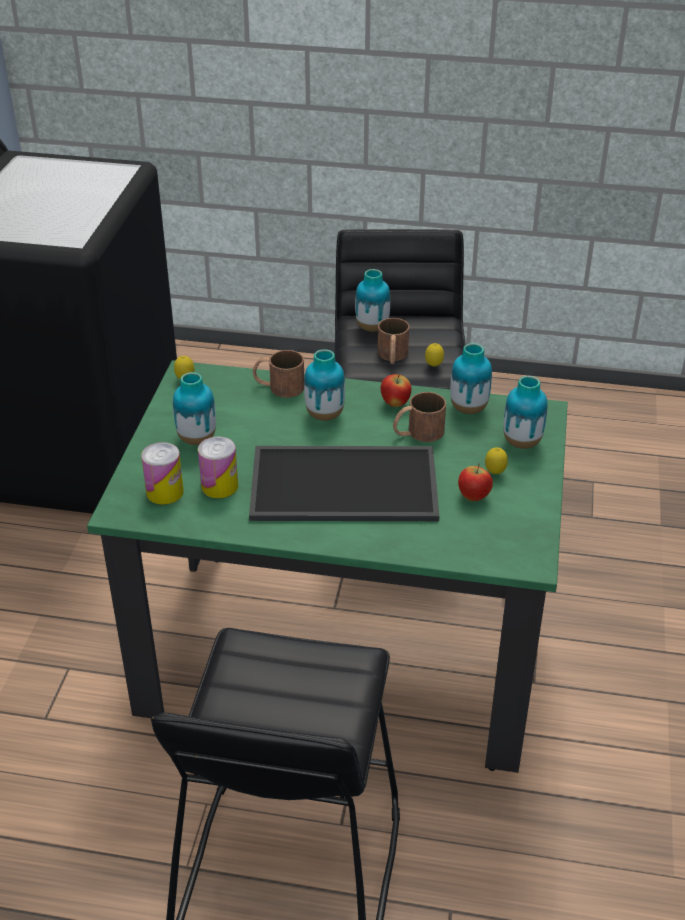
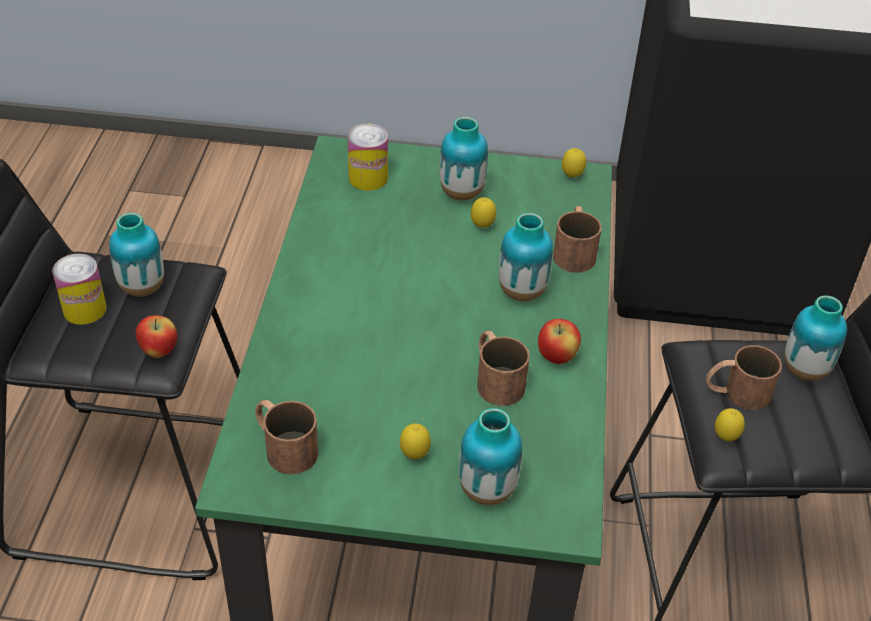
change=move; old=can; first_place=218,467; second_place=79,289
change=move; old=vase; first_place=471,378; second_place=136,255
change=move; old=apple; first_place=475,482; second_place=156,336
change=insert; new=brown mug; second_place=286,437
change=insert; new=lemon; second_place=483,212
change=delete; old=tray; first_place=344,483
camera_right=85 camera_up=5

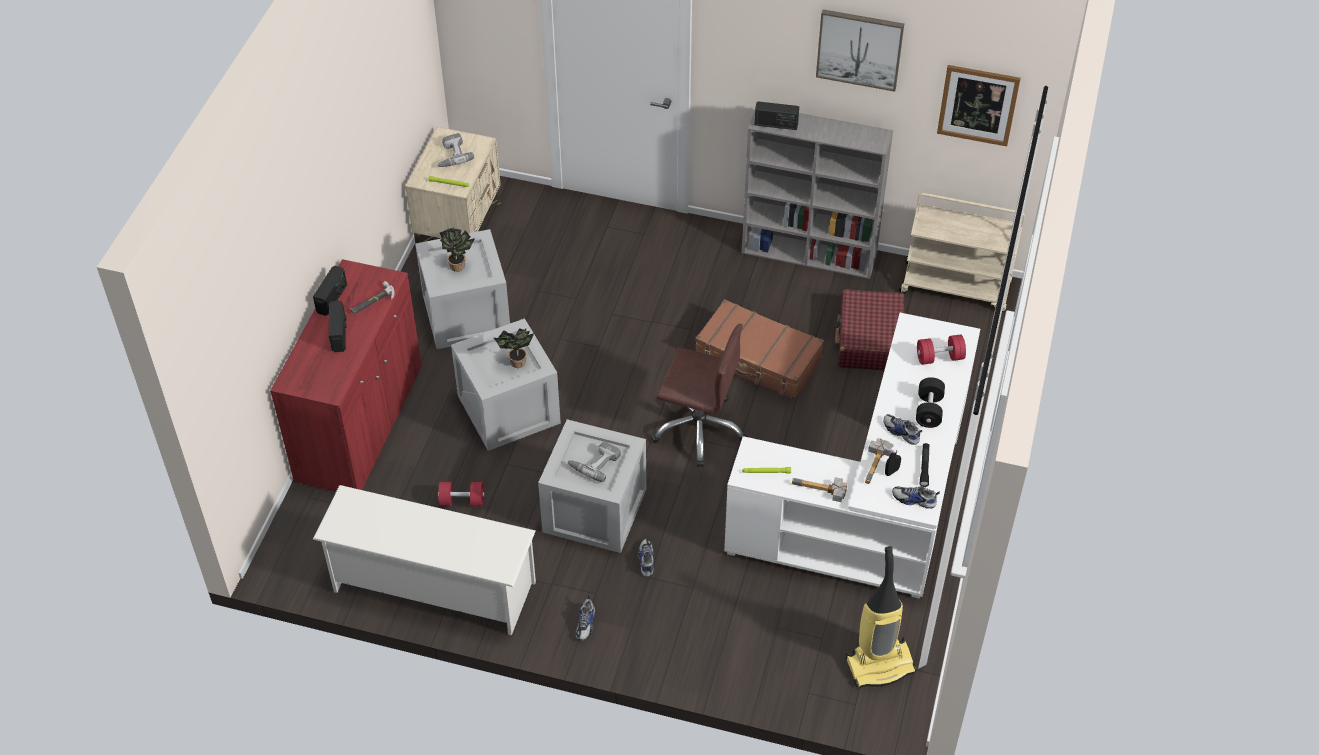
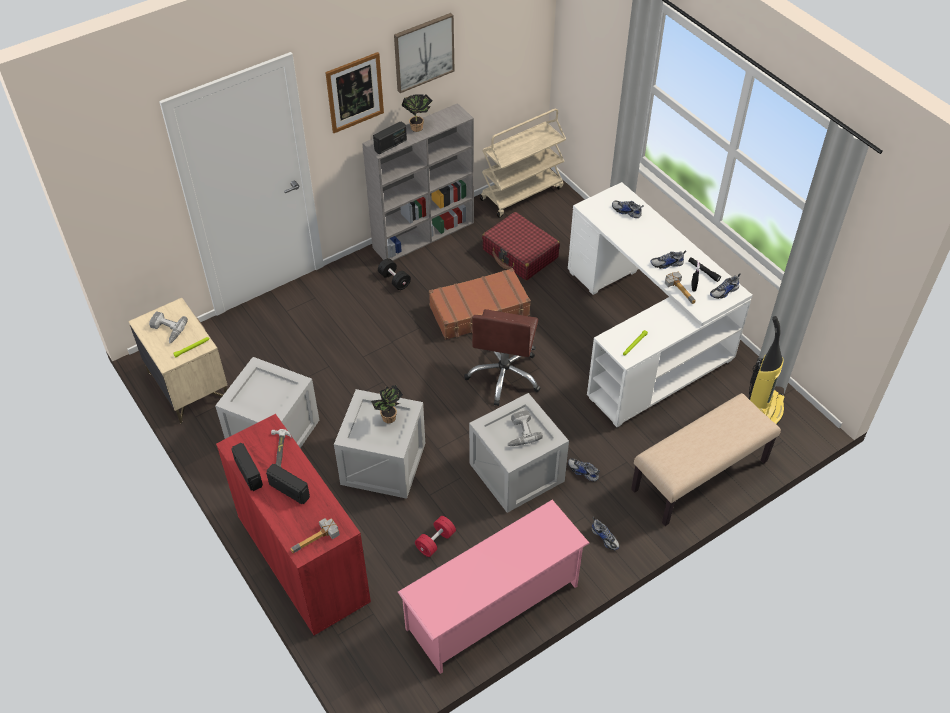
change=move; old=hammer; first_place=819,489; second_place=315,535
change=move; old=picture; first_place=979,105; second_place=354,92
change=move; old=black dumbbell; first_place=930,402; second_place=394,274
change=recolor; old=white shoe rack; new=pink shoe rack; first_place=424,560; second_place=493,587
change=move; old=potted plant; first_place=457,249; second_place=417,113
change=rotate; old=brown office chair; first_place=699,395; second_place=502,357; degrees=135
change=replace; old=red dumbbell; new=shoe; first_place=941,350; second_place=628,209
change=insert; new=beige bench; second_place=706,459
camera_right=-50 camera_up=0

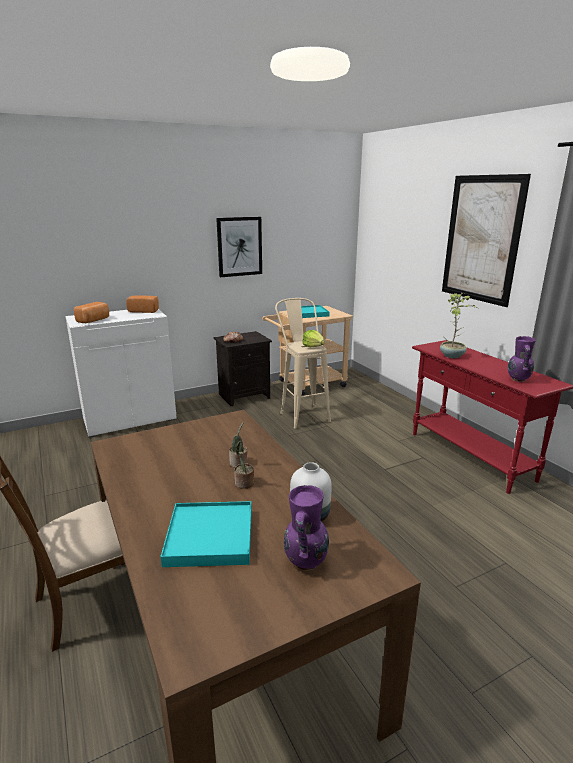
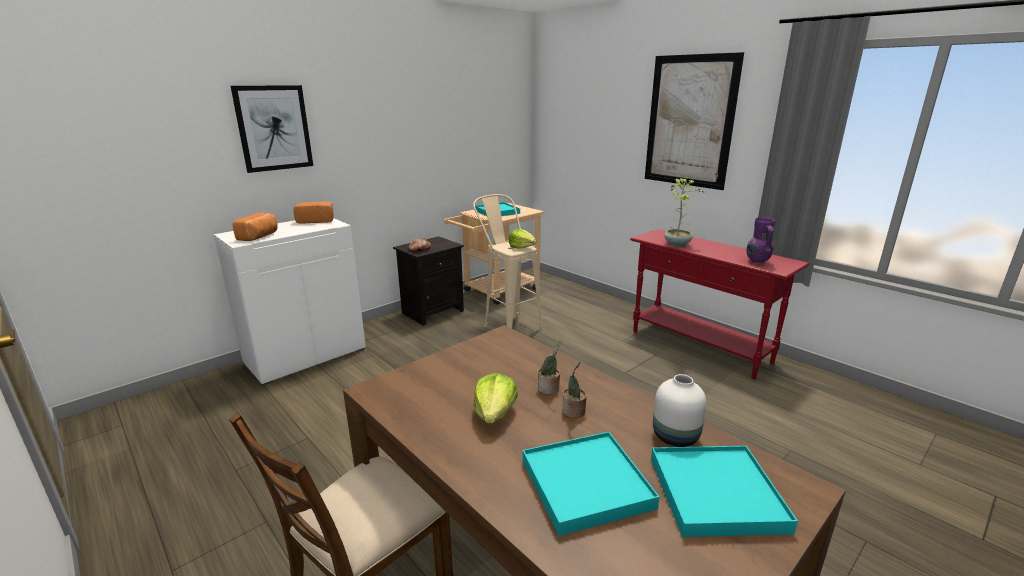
change=move; old=picture; first_place=239,247; second_place=272,129
change=insert; new=lettuce; second_place=495,398
change=replace; old=purple vase; new=turquoise tray; first_place=306,528; second_place=724,491
camera_right=-15 camera_up=0

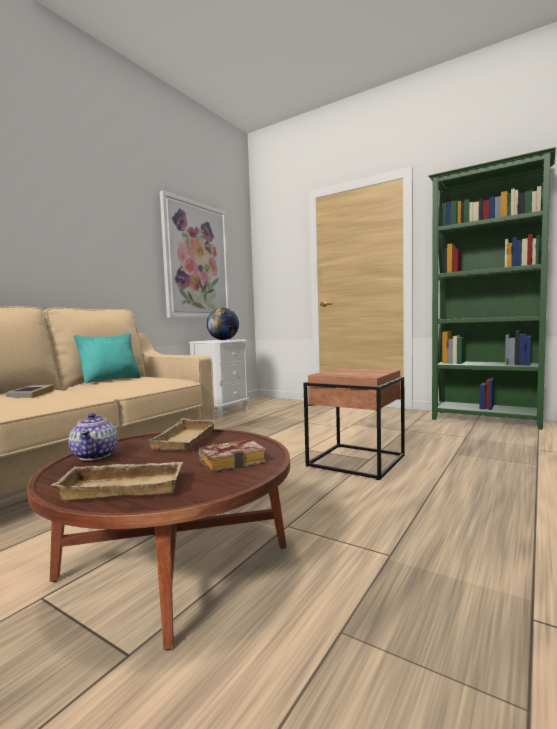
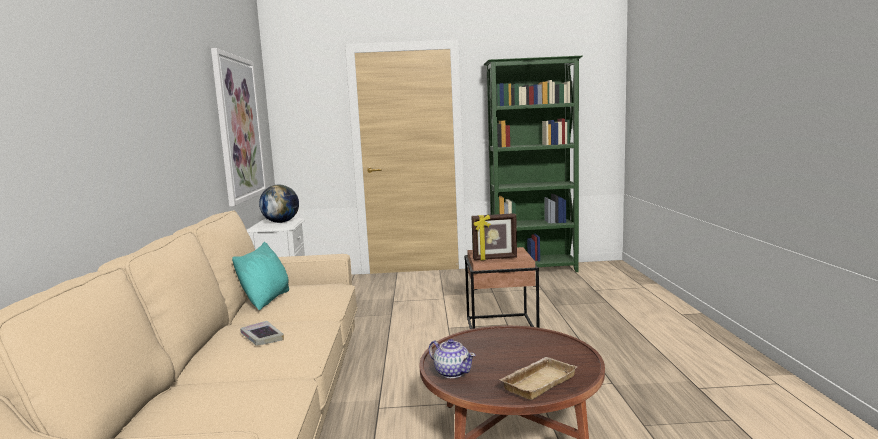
change=insert; new=picture frame; second_place=494,237
change=delete; old=beige tray; first_place=183,434
change=delete; old=book; first_place=232,456
camera_right=-35 camera_up=5

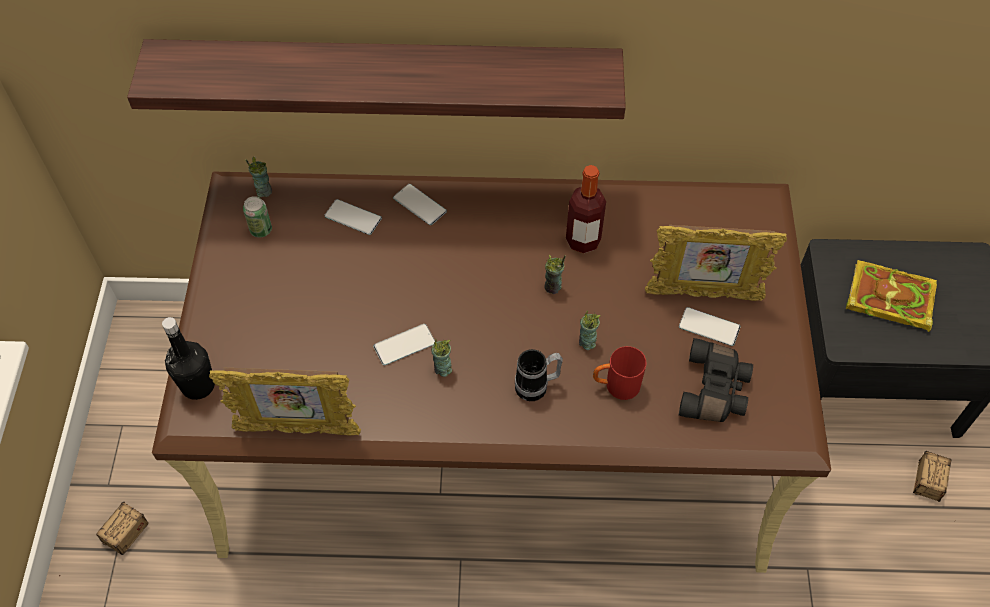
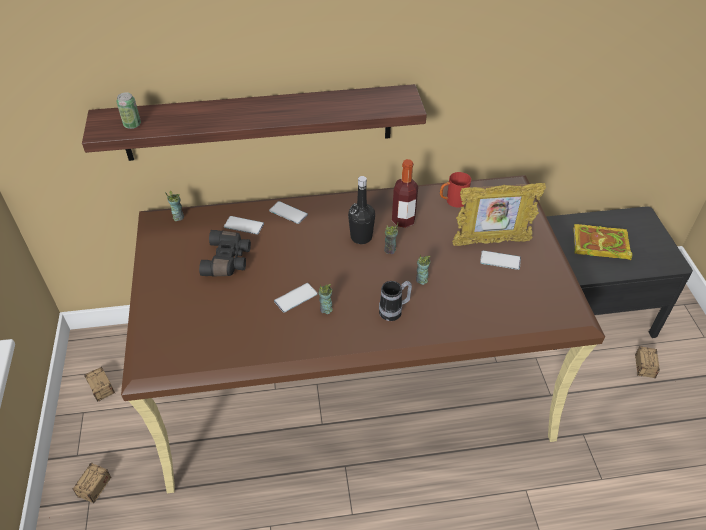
change=insert; new=storage box; second_place=99,384
change=move; old=can; first_place=257,217; second_place=128,110
change=move; old=black binoculars; first_place=716,380; second_place=225,253
change=move; old=black bottle; first_place=188,358; second_place=361,210
change=move; old=red mug; first_place=620,373; second_place=455,190
change=delete; old=picture frame; first_place=285,401
camera_right=-10 camera_up=-10

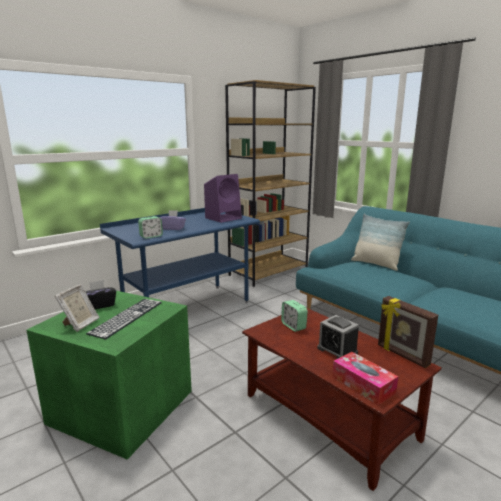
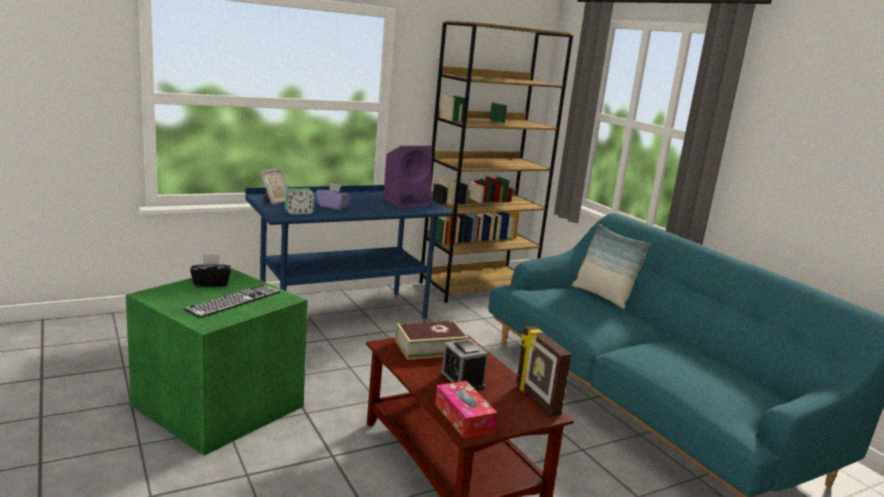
change=move; old=picture frame; first_place=77,308; second_place=274,187
change=replace; old=alarm clock; new=book; first_place=294,316; second_place=432,340
camera_right=10 camera_up=0

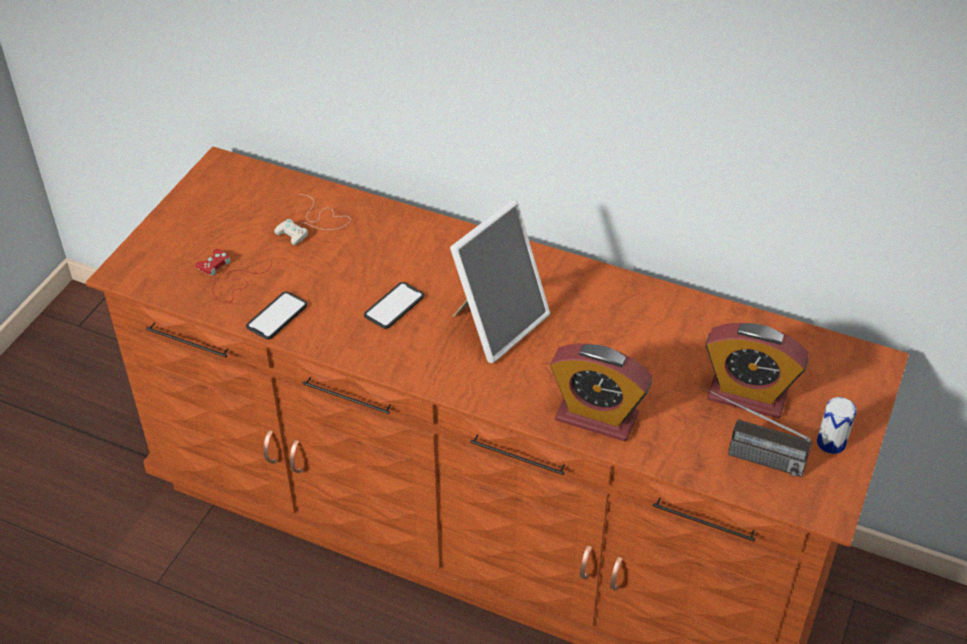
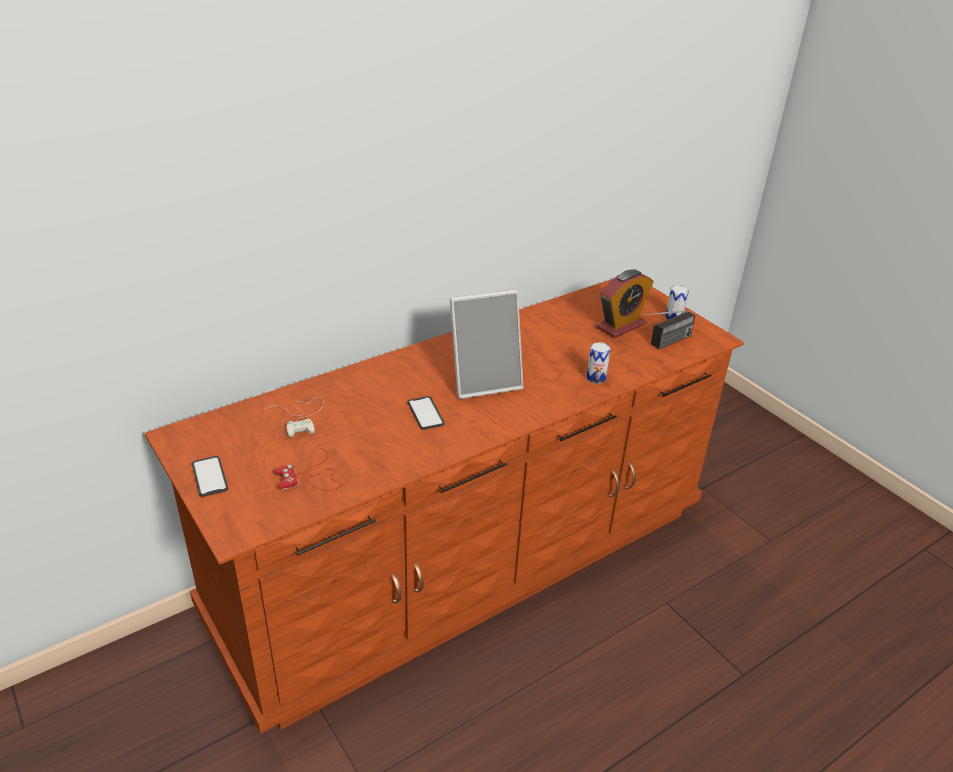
change=move; old=phone; first_place=277,315; second_place=210,476
change=rotate; old=picture frame; first_place=500,281; second_place=486,344; degrees=90
change=replace; old=alarm clock; new=can; first_place=601,392; second_place=598,363
camera_right=-60 camera_up=-10

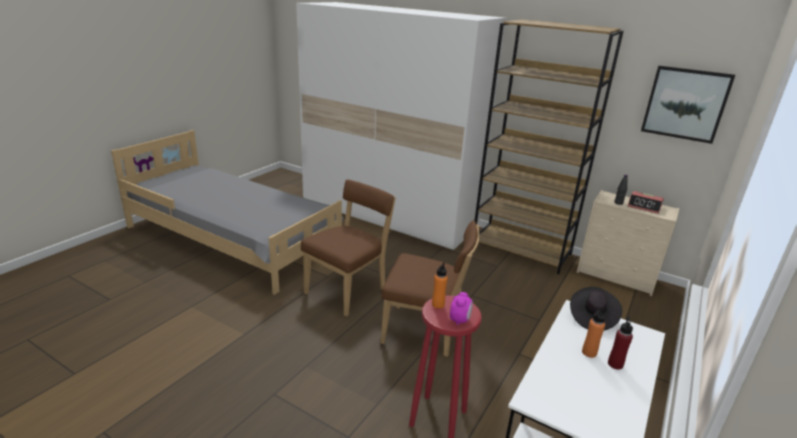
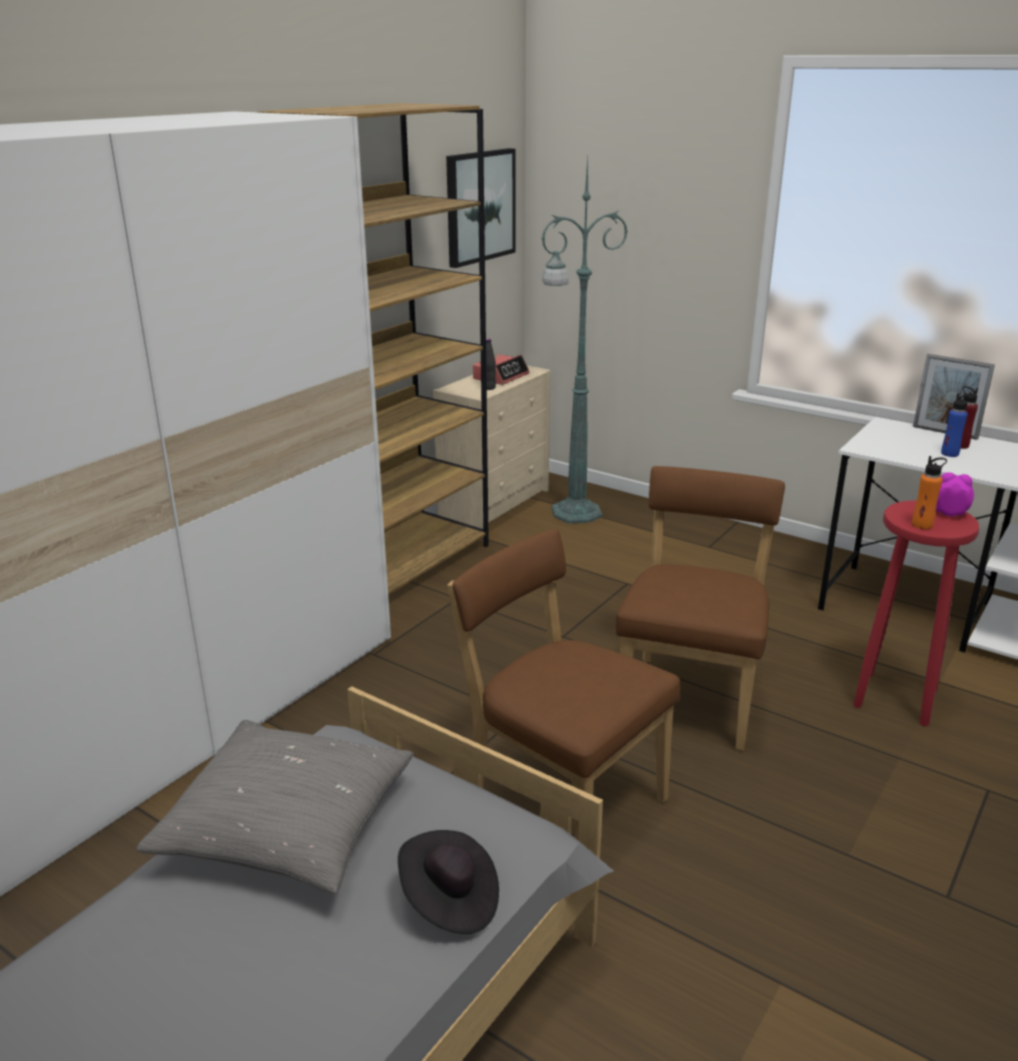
change=insert; new=grey pillow; second_place=275,807
change=move; old=black hat; first_place=596,308; second_place=448,882
change=insert; new=green floor lamp; second_place=584,341
change=insert; new=picture frame; second_place=954,397
change=recolor; old=orange bottle; new=blue bottle; first_place=593,333; second_place=956,425
camera_right=-85 camera_up=0

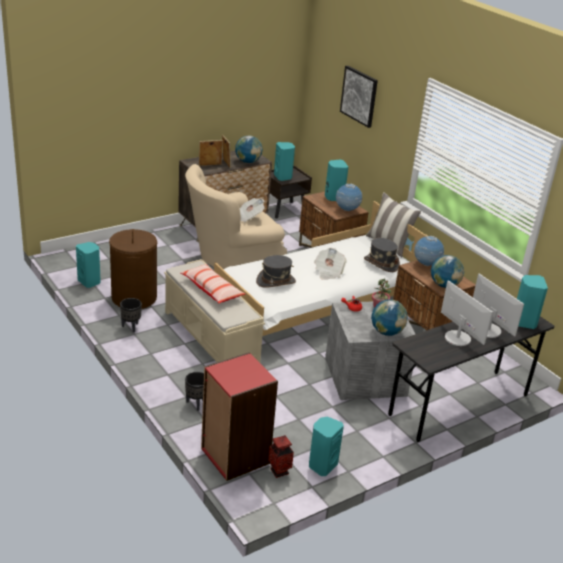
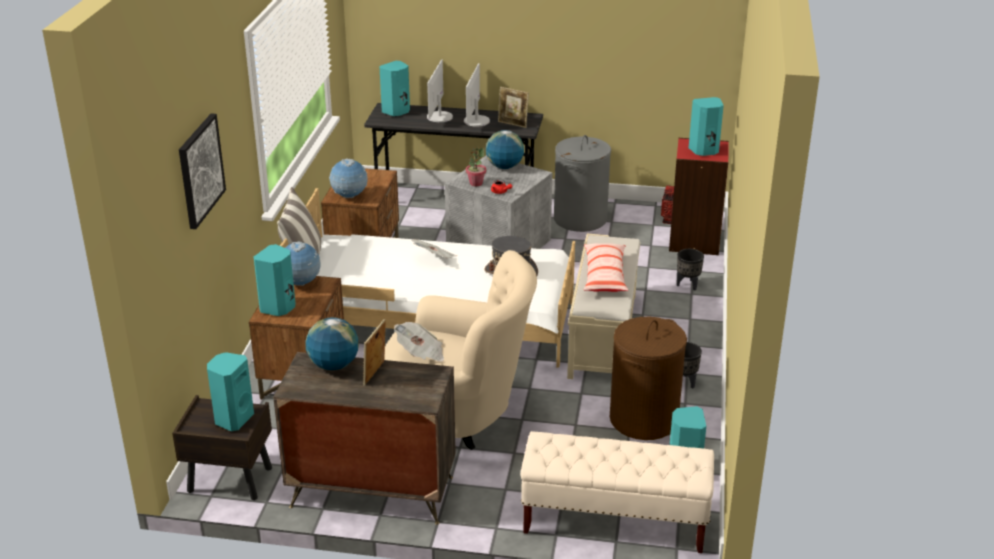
change=move; old=picture frame; first_place=211,153; second_place=513,107
change=insert; new=beige bench; second_place=617,492
change=insert; new=grey laundry basket; second_place=582,183
change=move; old=turquoise speaker; first_place=326,446; second_place=706,126
change=delete; old=grey hat; first_place=382,255
change=delete; old=globe; first_place=447,271
camera_right=-135 camera_up=0

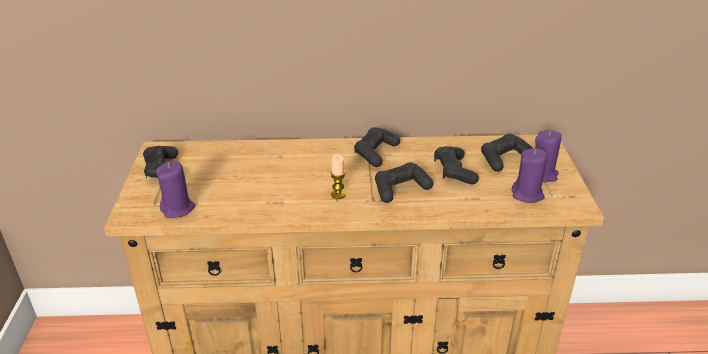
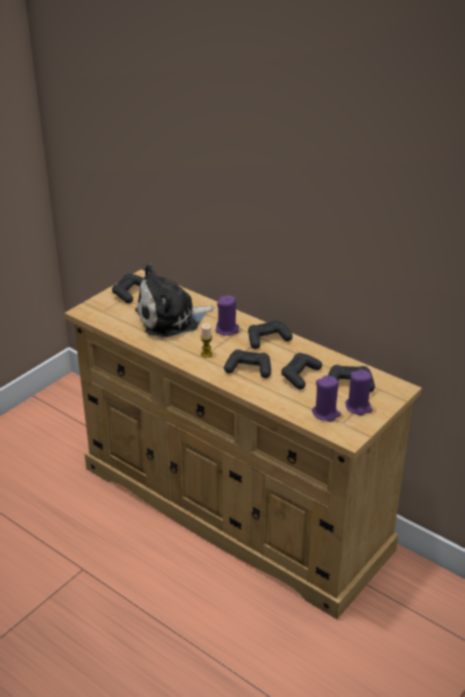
change=insert; new=plush toy; second_place=175,301
change=move; old=purple candle; first_place=175,189; second_place=227,315
camera_right=40 camera_up=0

